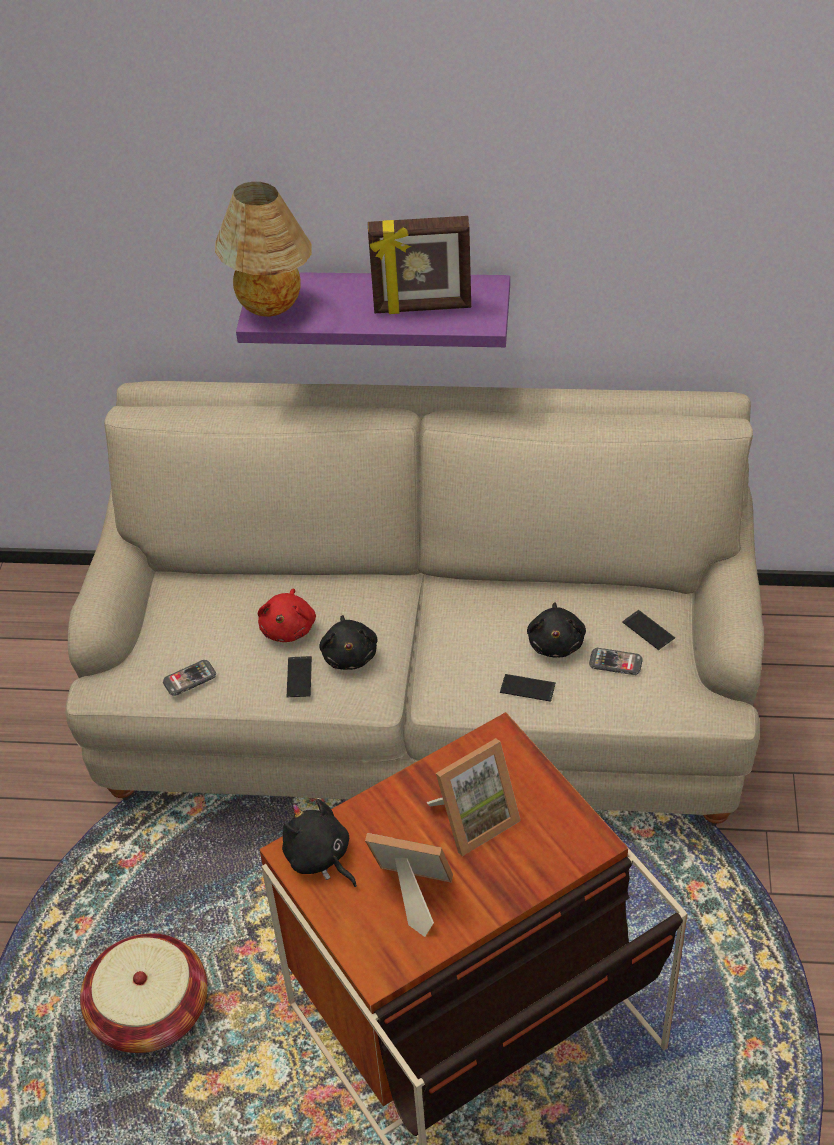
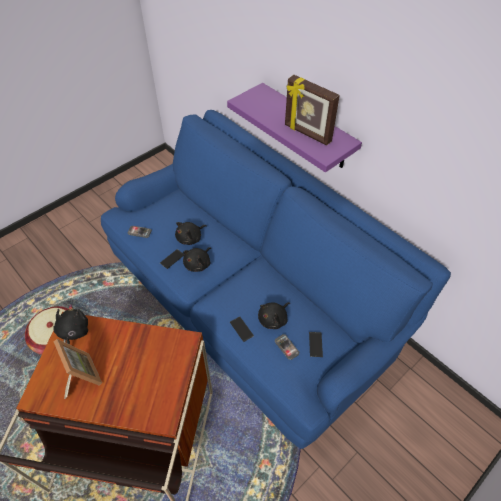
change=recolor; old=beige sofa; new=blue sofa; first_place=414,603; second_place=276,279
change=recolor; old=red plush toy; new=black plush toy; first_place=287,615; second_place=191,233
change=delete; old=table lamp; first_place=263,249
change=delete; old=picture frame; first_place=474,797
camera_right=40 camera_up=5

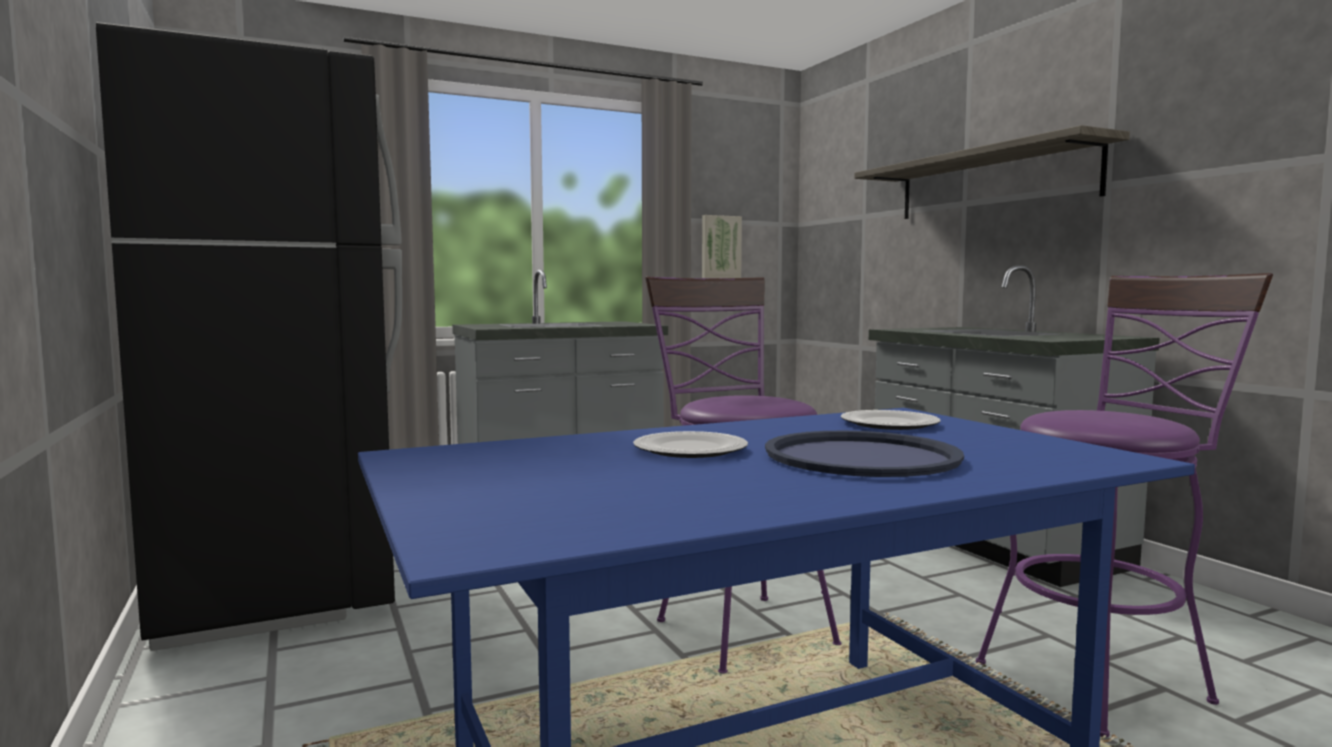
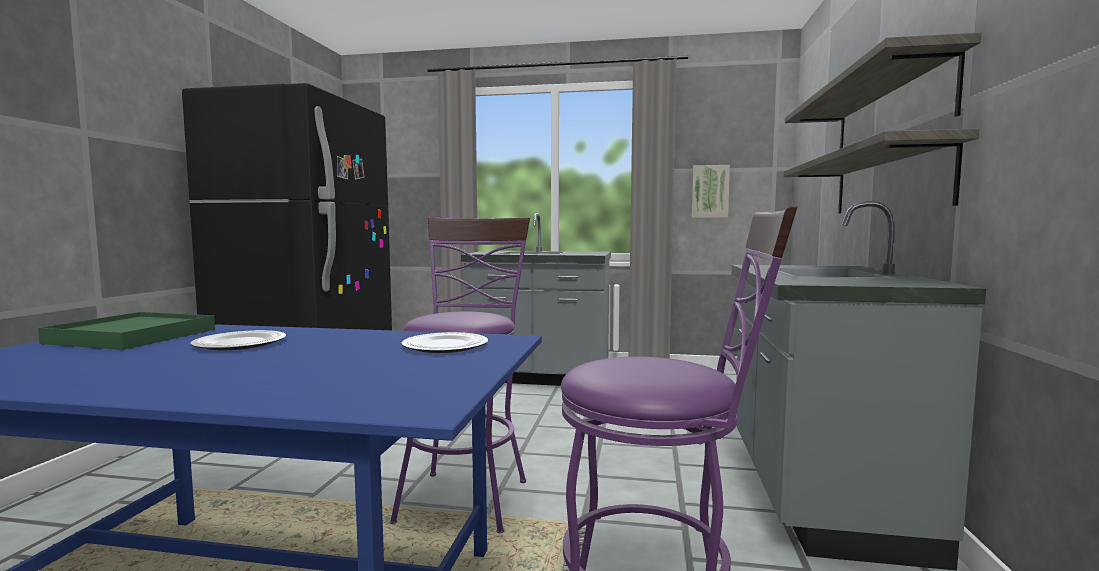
change=insert; new=green tray; second_place=126,331
change=insert; new=shelf; second_place=881,171
change=delete; old=blue tray; first_place=864,454
camera_right=35 camera_up=0

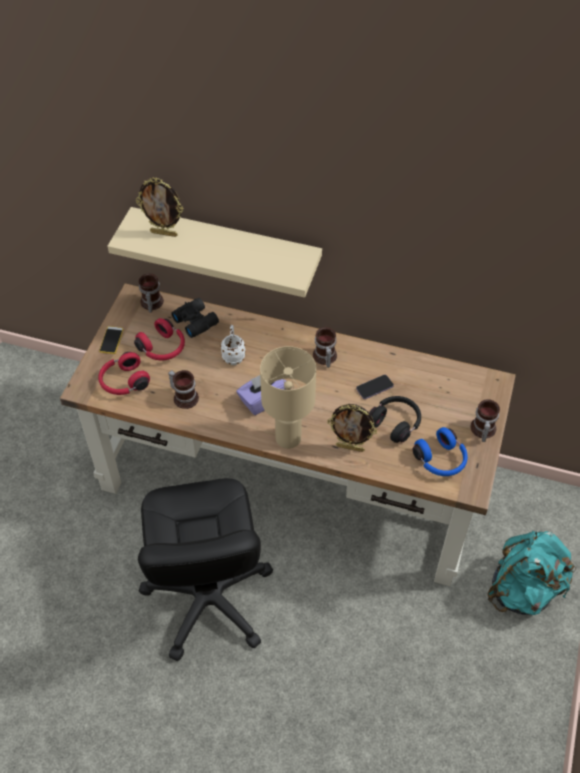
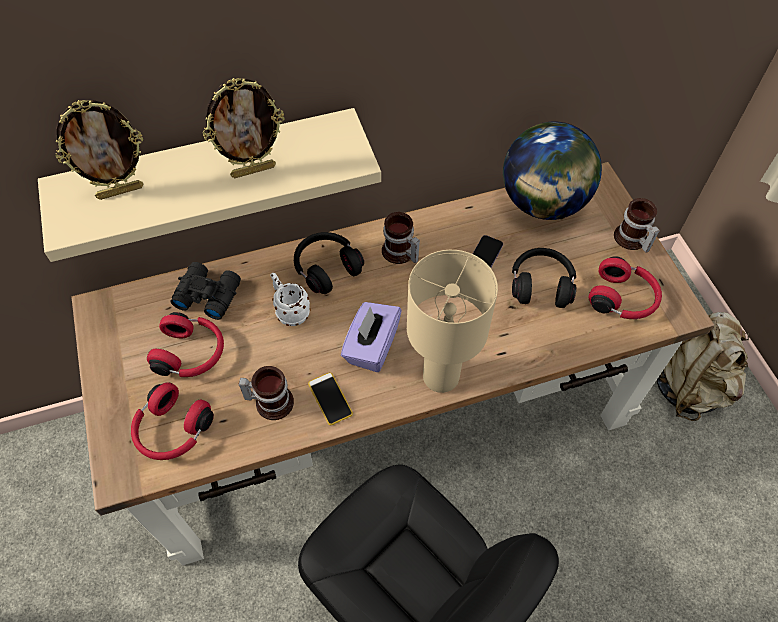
change=move; old=picture frame; first_place=352,428; second_place=243,128
change=insert; new=black headphones; second_place=329,263
change=move; old=phone; first_place=111,340; second_place=330,398
change=insert; new=globe; second_place=552,171
change=recolor; old=blue headphones; new=red headphones; first_place=440,451; second_place=625,287
change=recolor; old=turquoise backpack; new=beige backpack; first_place=532,573; second_place=703,366
change=delete; old=mug; first_place=151,293
camera_right=-35 camera_up=5

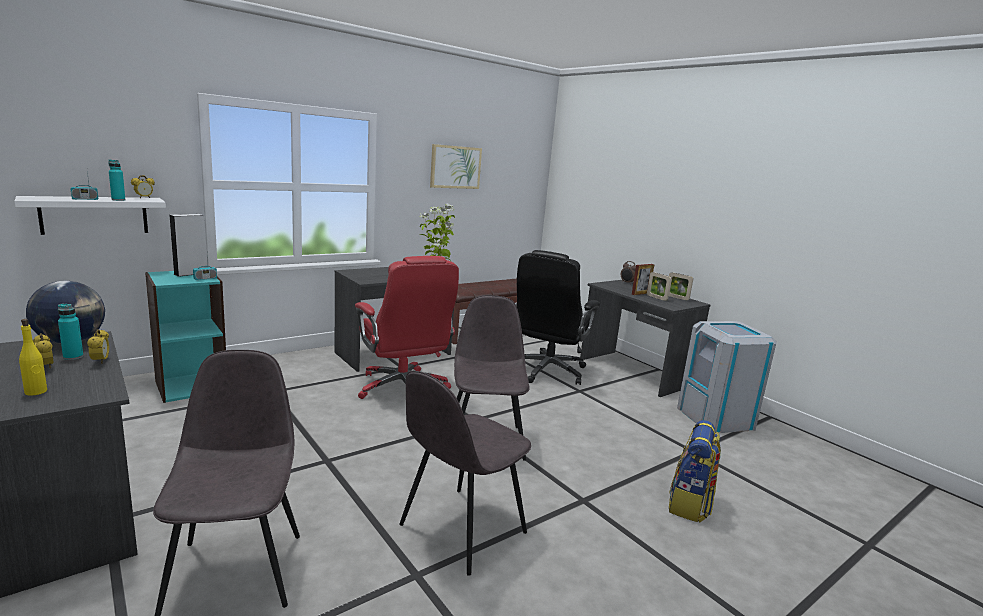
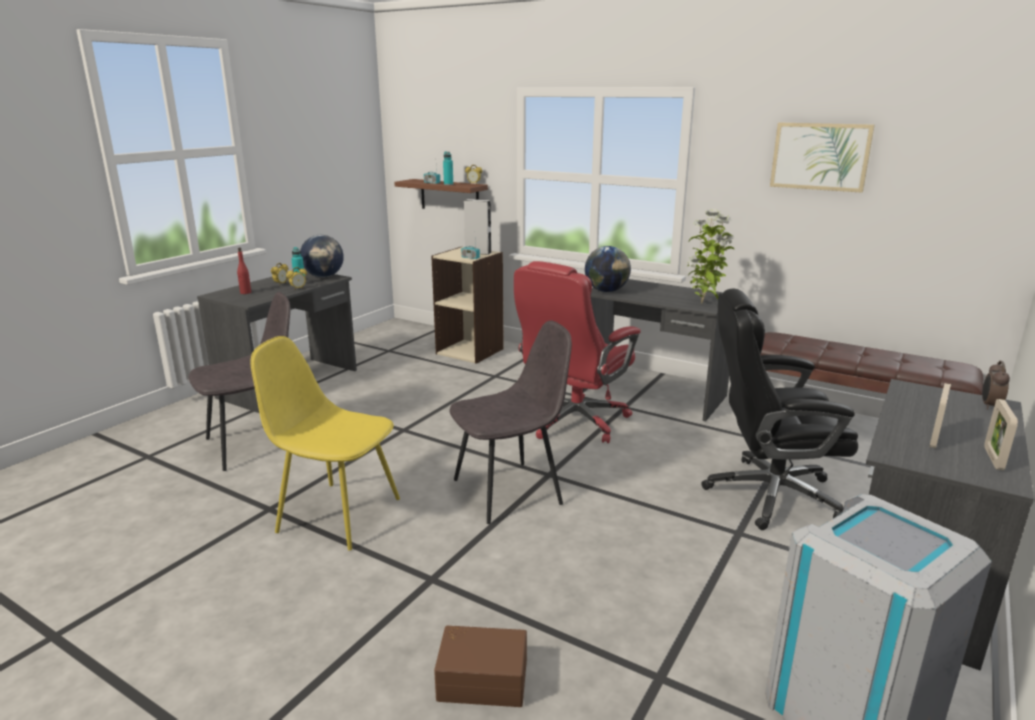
change=recolor; old=yellow bottle; new=red bottle; first_place=33,357; second_place=244,270
change=recolor; old=grey chair; new=yellow chair; first_place=465,473; second_place=325,443
change=recolor; old=white shelf; new=brown shelf; first_place=90,215; second_place=441,194
change=recolor; old=turquoise bookcase; new=beige bookcase; first_place=185,337; second_place=467,305
change=replace; old=backpack; new=brown storage box; first_place=695,471; second_place=480,666
change=insert; new=globe; second_place=608,269
change=delete; old=picture frame; first_place=643,279
camera_right=70 camera_up=5

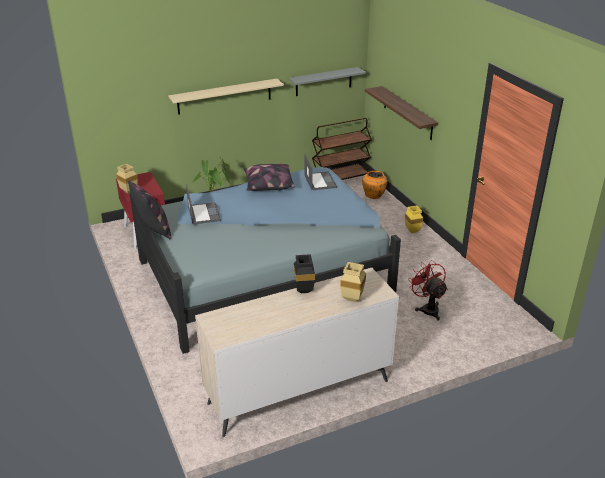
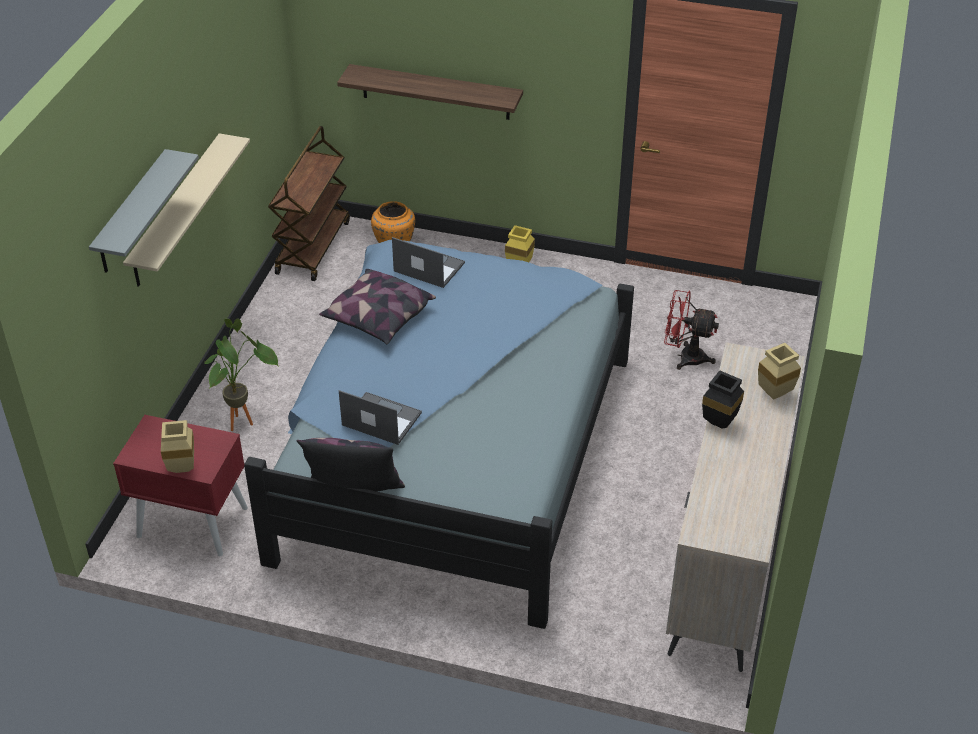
change=move; old=grey shelf; first_place=327,81; second_place=144,211
camera_right=-50 camera_up=10

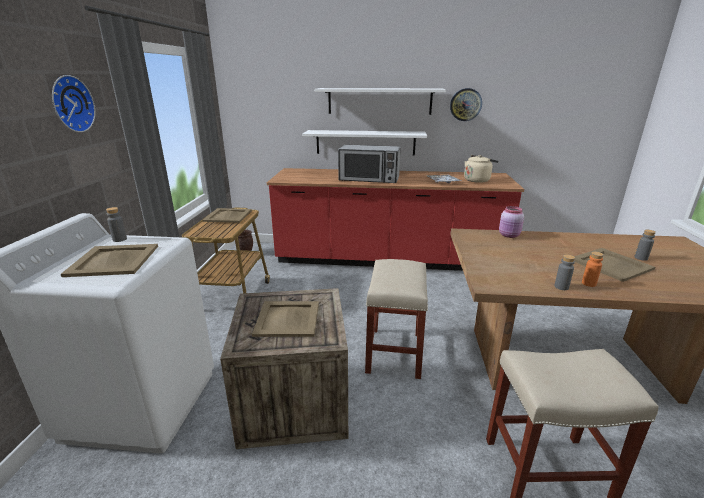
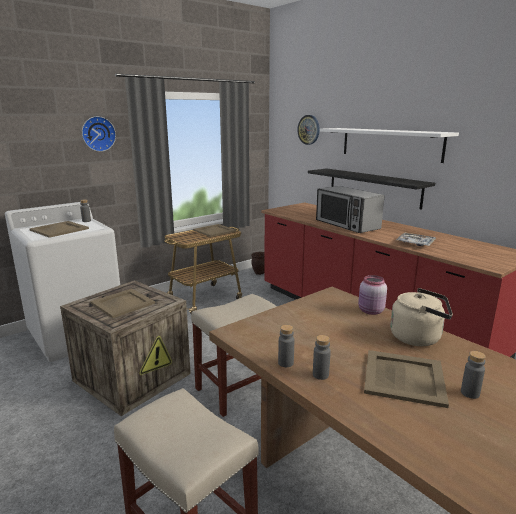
change=move; old=wall clock; first_place=466,104; second_place=308,130
change=recolor; old=white shelf; new=black shelf; first_place=364,143; second_place=371,189
change=recolor; old=orange bottle; new=grey bottle; first_place=593,269; second_place=322,357
change=move; old=beige kettle; first_place=481,169; second_place=421,317
camera_right=45 camera_up=-5

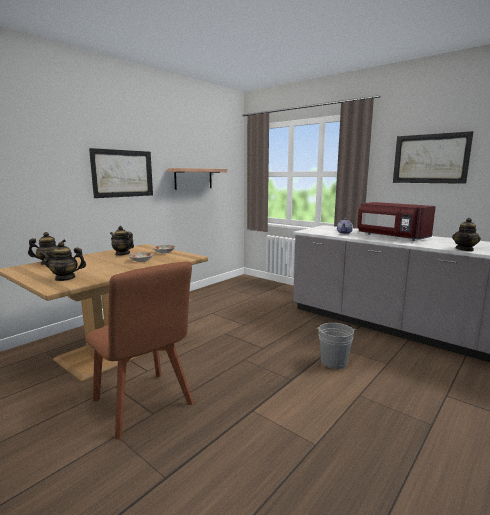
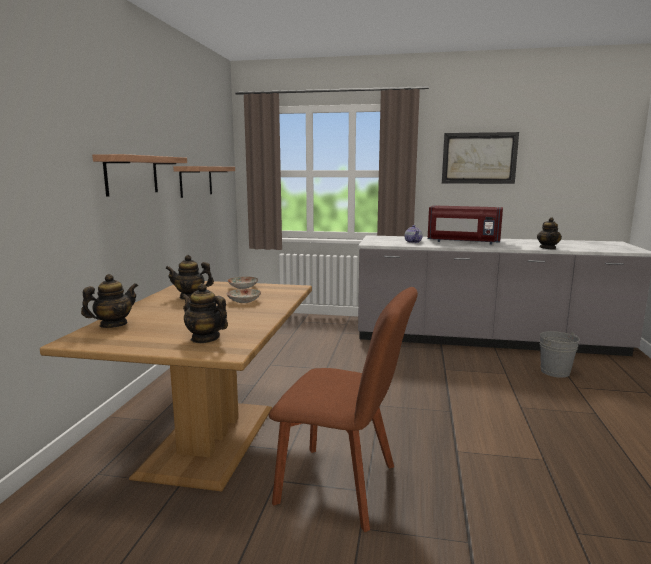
change=replace; old=picture; new=shelf; first_place=121,173; second_place=139,175
change=rotate; old=teapot; first_place=63,261; second_place=204,313; degrees=75
change=move; old=grey bucket; first_place=337,346; second_place=560,354
camera_right=-30 camera_up=0

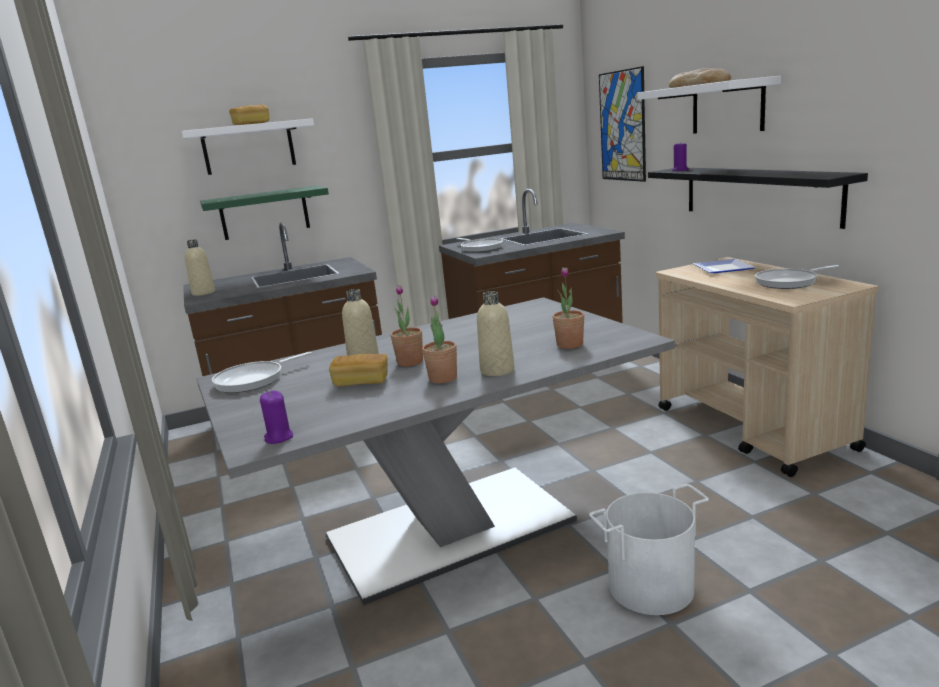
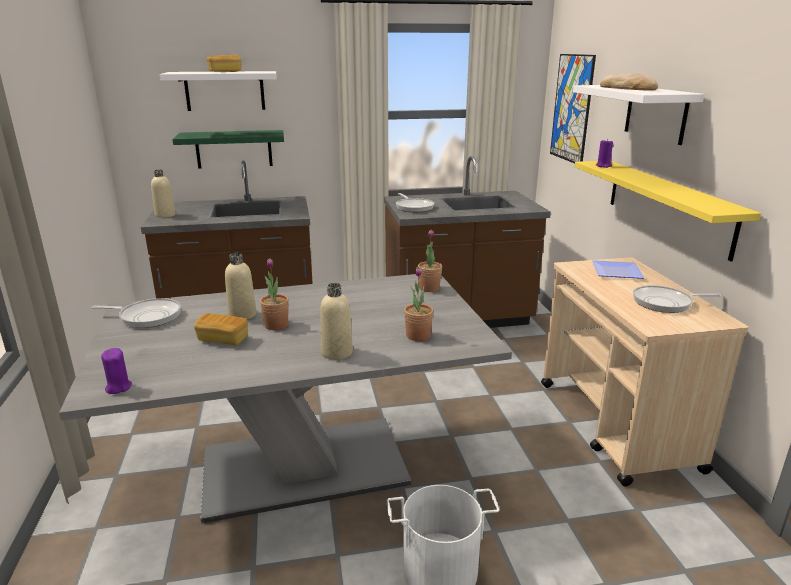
change=rotate; old=frying pan; first_place=262,372; second_place=136,313; degrees=-150
change=move; old=potted plant; first_place=439,339; second_place=430,260
change=recolor; old=black shelf; new=yellow shelf; first_place=758,198; second_place=668,211
camera_right=10 camera_up=5

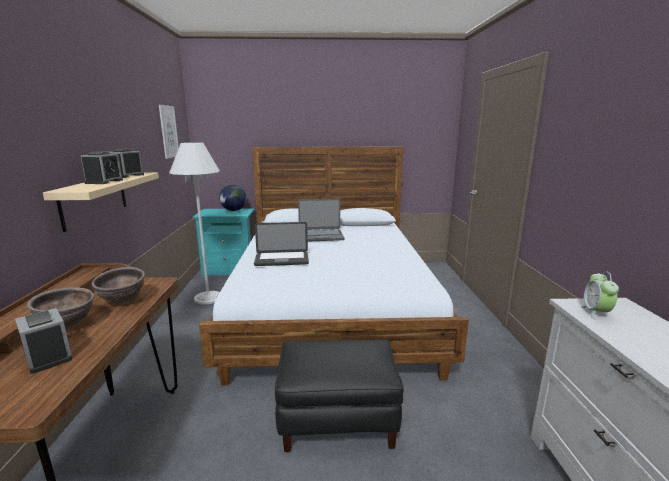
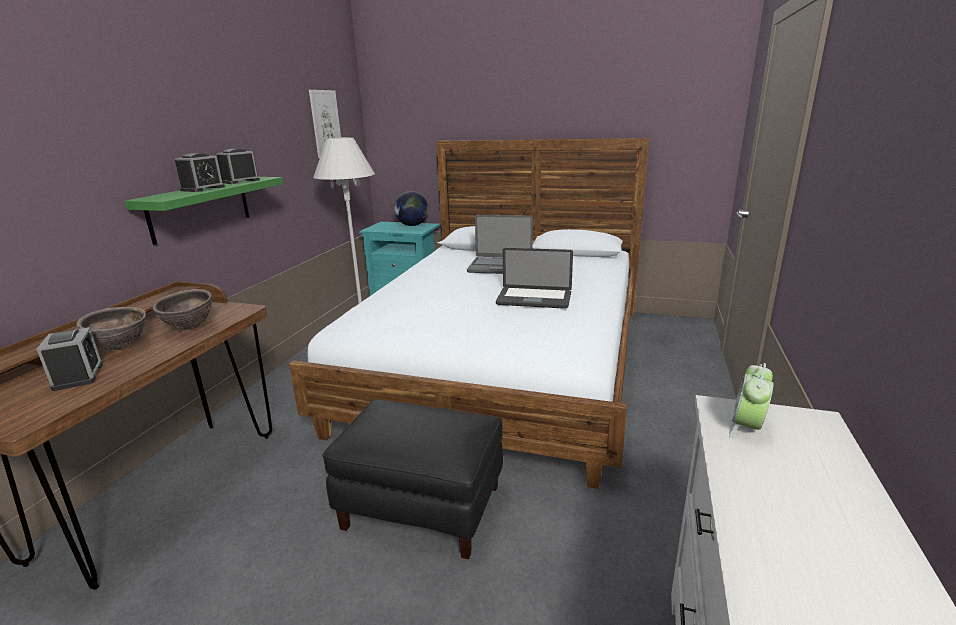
change=recolor; old=beige shelf; new=green shelf; first_place=101,202; second_place=203,211
change=move; old=laptop; first_place=281,244; second_place=534,278
camera_right=20 camera_up=5

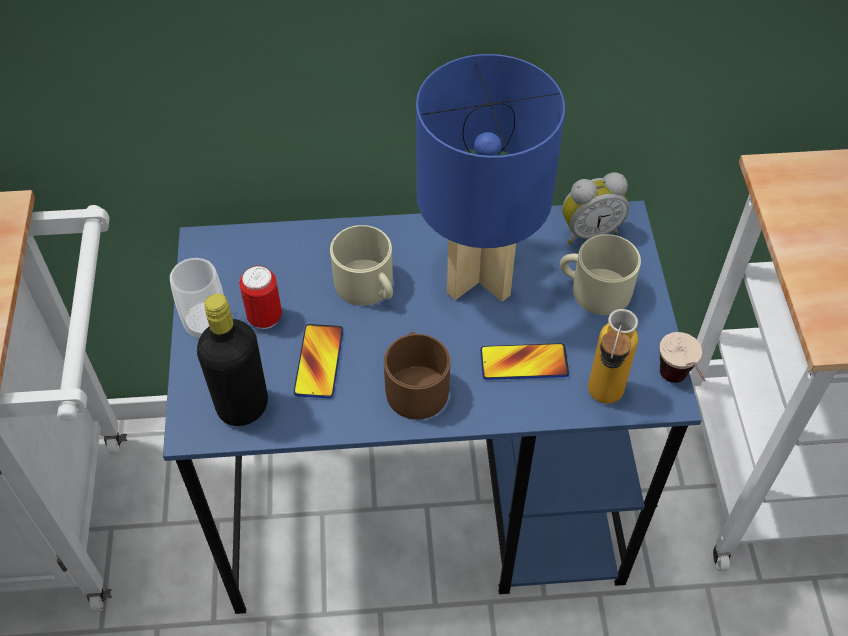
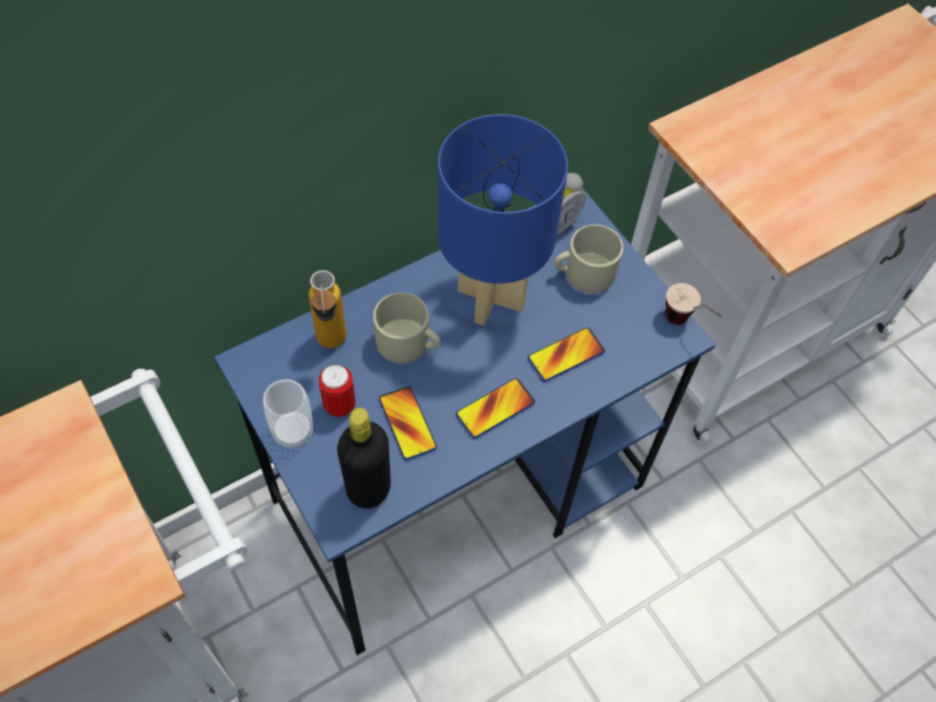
change=move; old=bottle; first_place=613,356; second_place=327,309
change=replace; old=brown mug; new=phone; first_place=417,376; second_place=495,408
camera_right=-30 camera_up=5

